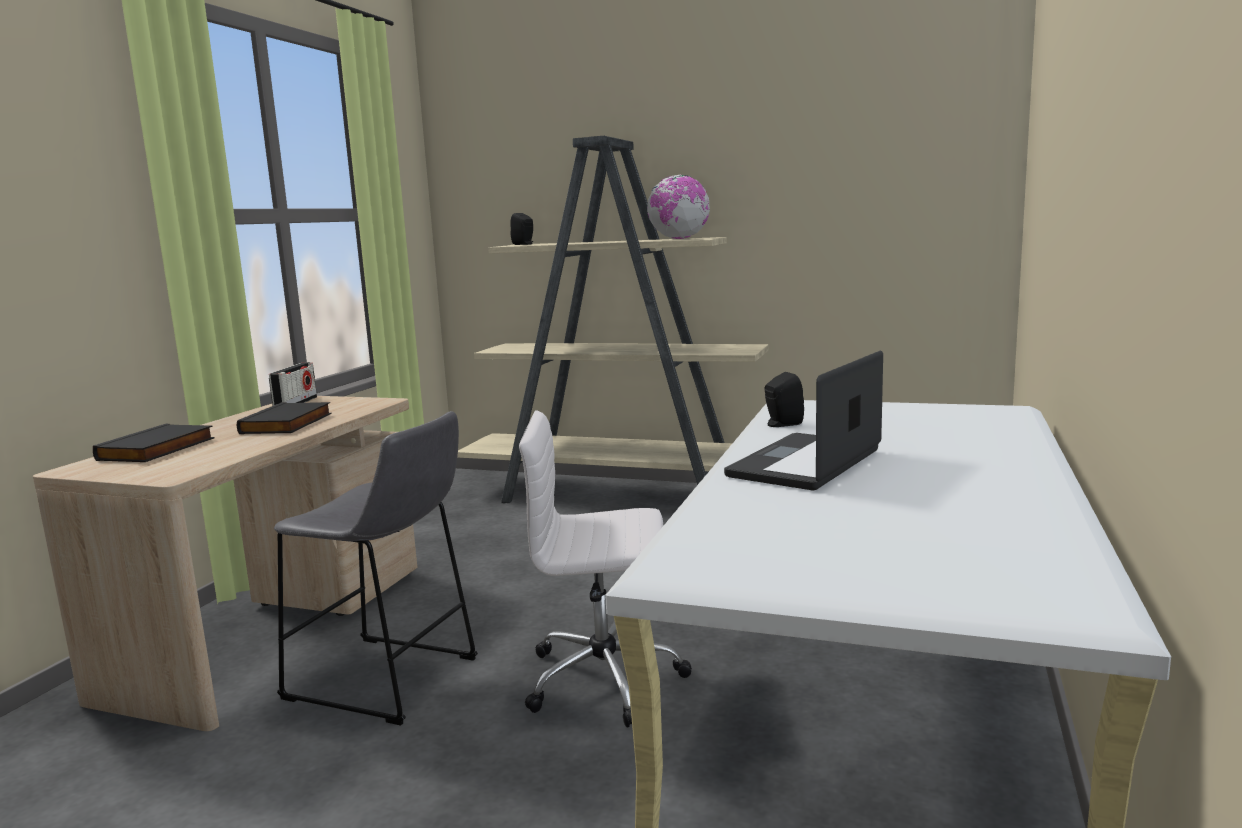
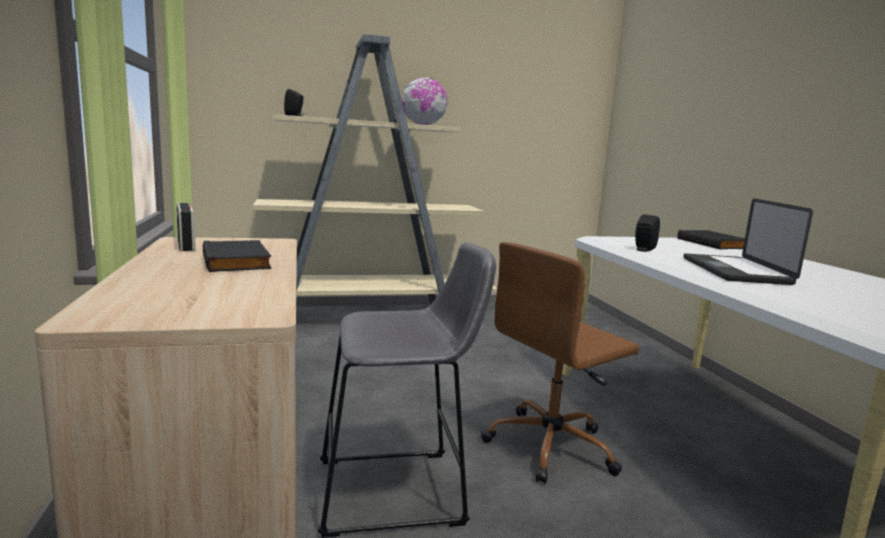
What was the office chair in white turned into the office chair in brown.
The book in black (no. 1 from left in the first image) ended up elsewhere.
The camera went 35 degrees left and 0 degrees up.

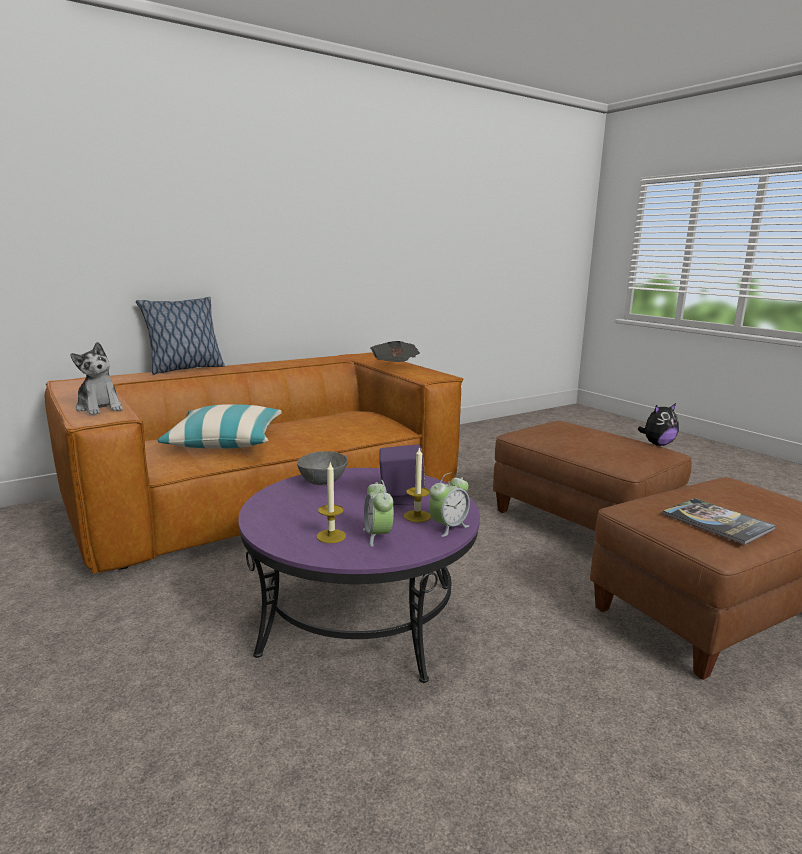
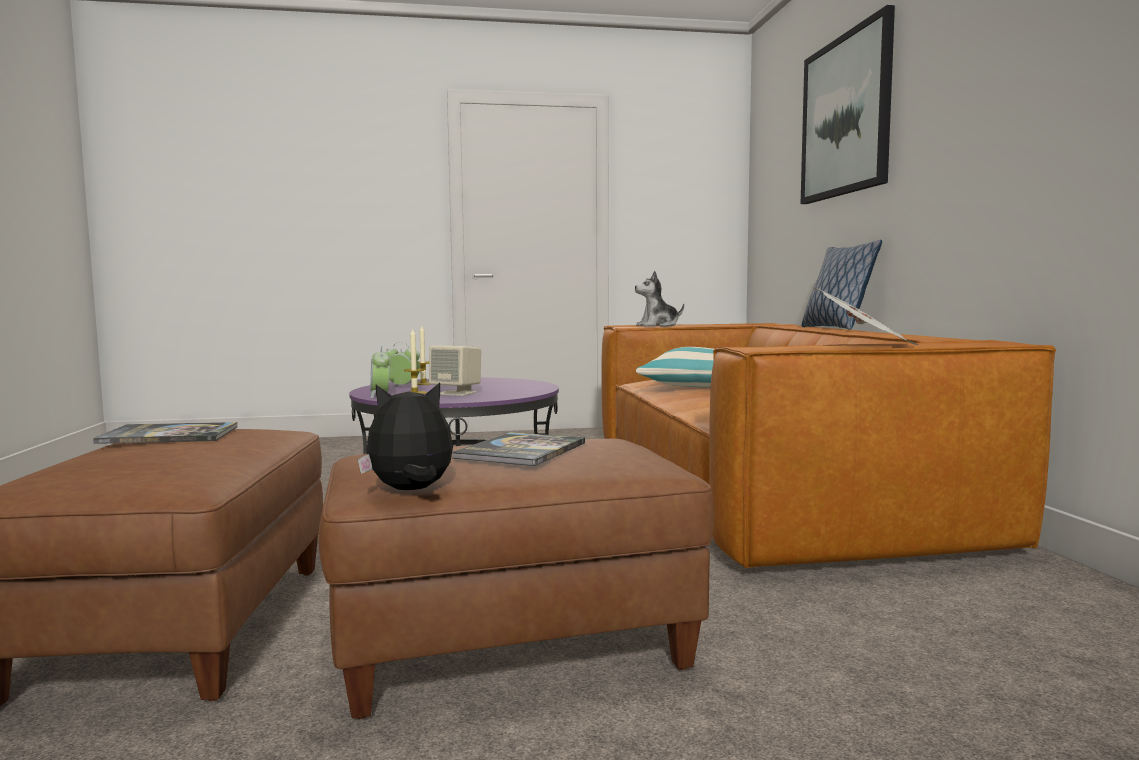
The plush toy (no. 2 from left in the first image) ended up facing another way, 75 degrees clockwise from before.
What was the speaker in purple turned into the speaker in beige.
The second view gained the book (no. 2 from left).
The second view gained the picture.
The second view lost the bowl in grey.
The camera went 115 degrees right and 10 degrees down.

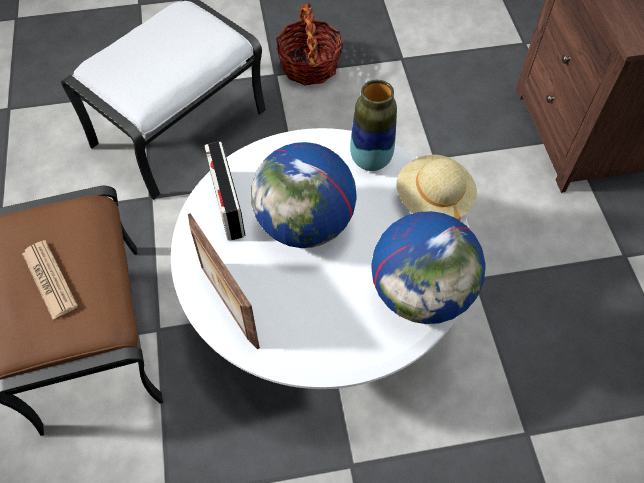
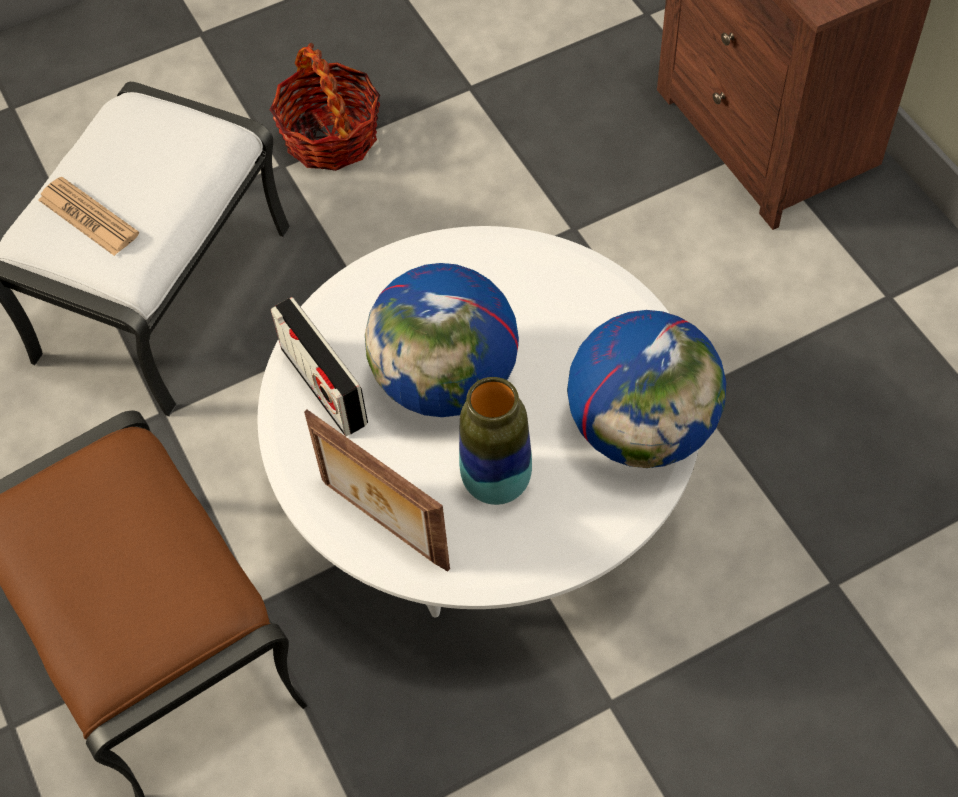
The newspaper ended up elsewhere.
The vase ended up elsewhere.
The second view lost the hat in beige.
The camera went 15 degrees left and 0 degrees up.

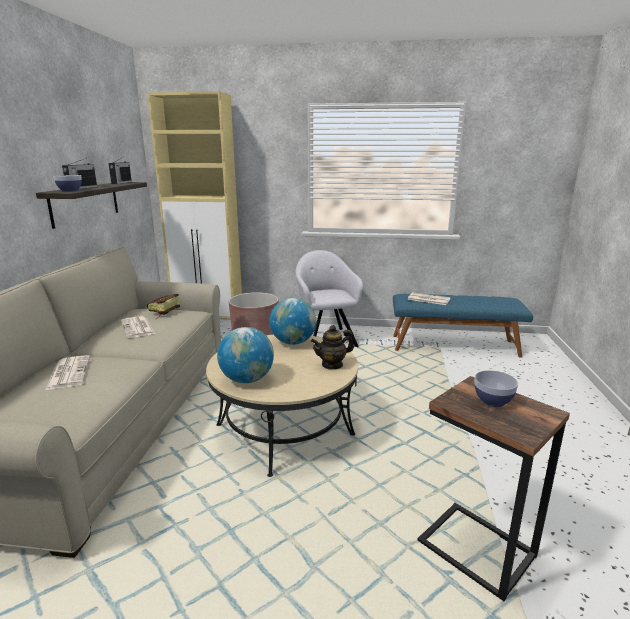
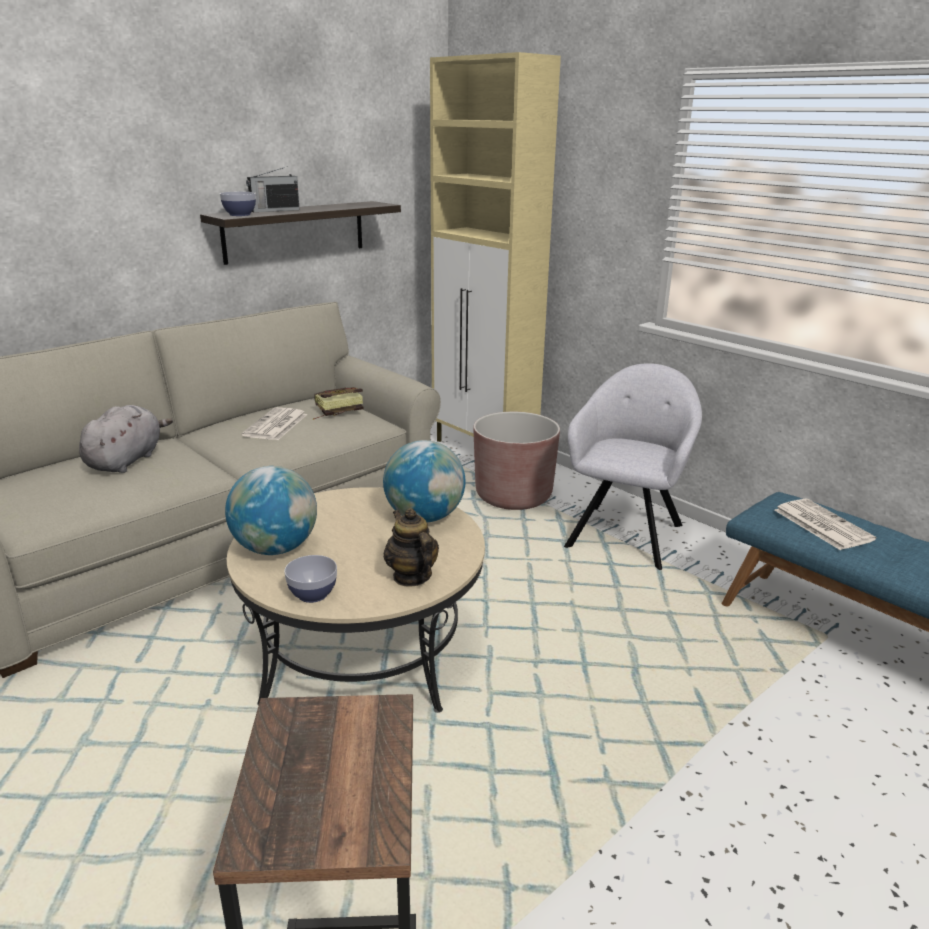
Where the newspaper (no. 1 from left) stood, the plush toy in grey came to stand.
The bowl (no. 2 from left) ended up elsewhere.
The teapot ended up facing another way, 45 degrees clockwise from before.
The second view lost the radio (no. 2 from left).
The camera went 40 degrees right and 5 degrees up.

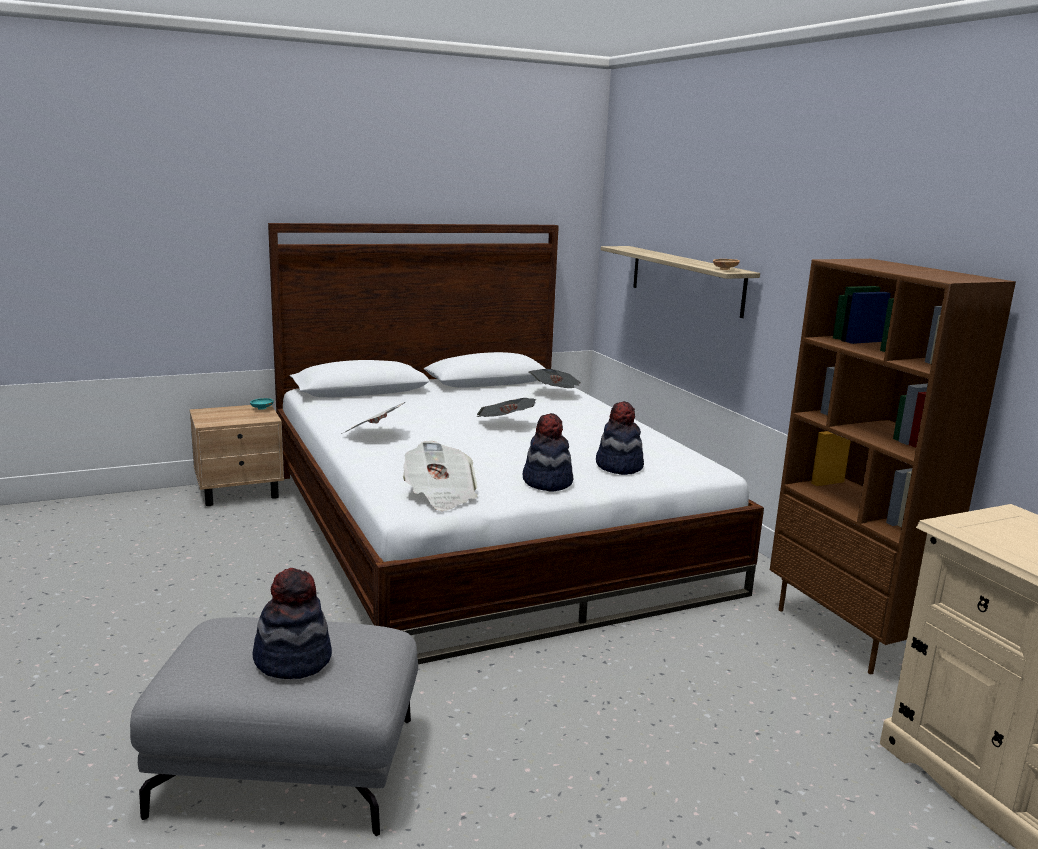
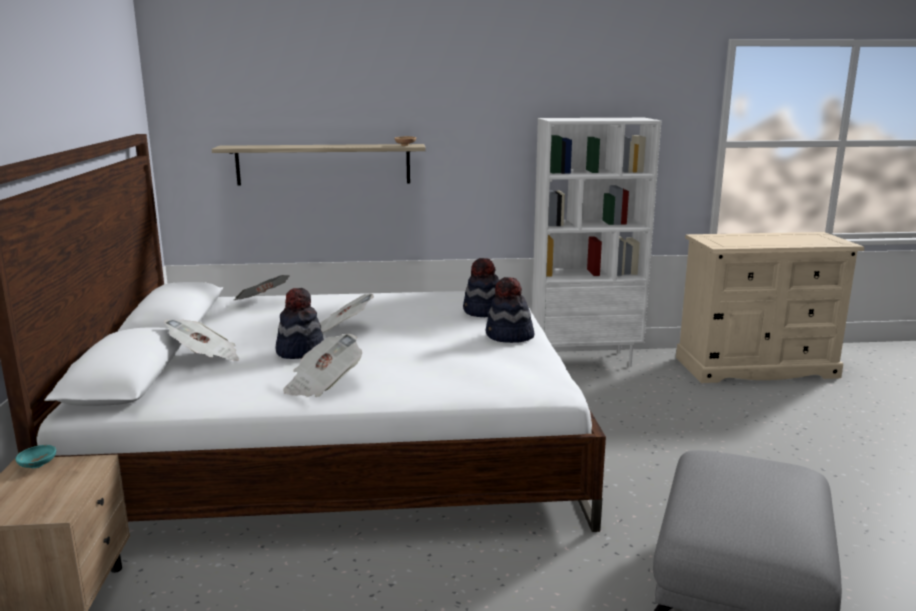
The newspaper (no. 2 from left in the first image) ended up elsewhere.
The hat (no. 1 from left) ended up elsewhere.
What was the bookcase in brown turned into the bookcase in white.
The camera went 70 degrees left and 0 degrees up.

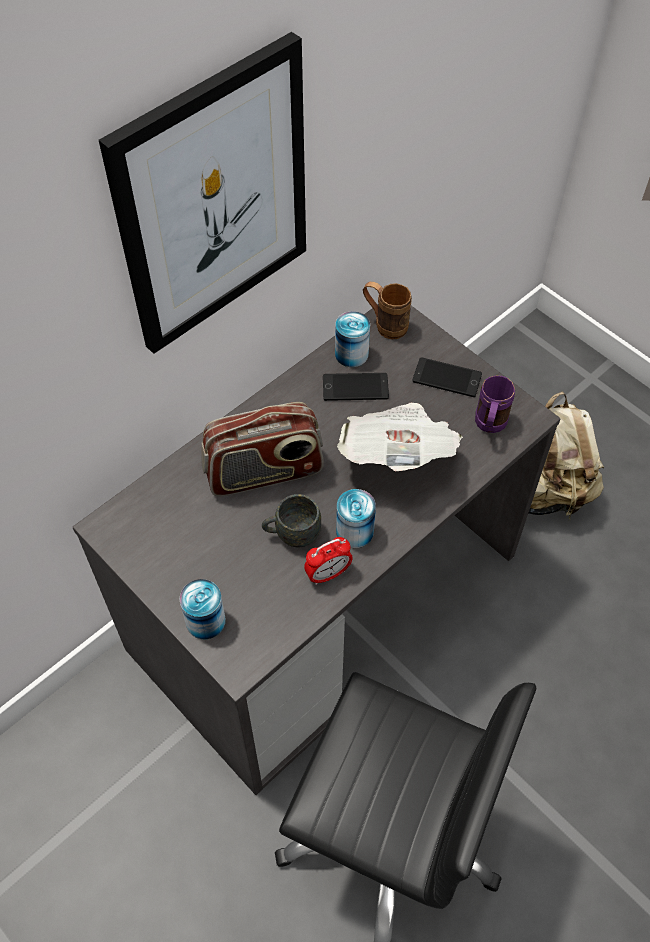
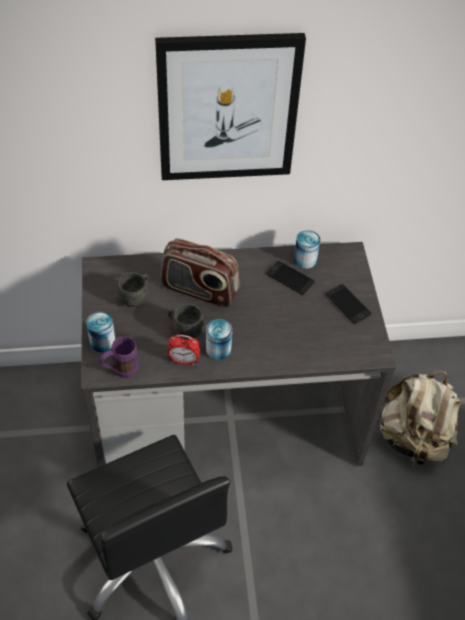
The mug in purple ended up elsewhere.
The second view gained the mug in grey (no. 1 from left).
The second view lost the newspaper.
The second view lost the mug in brown.
The camera went 35 degrees right and 5 degrees down.

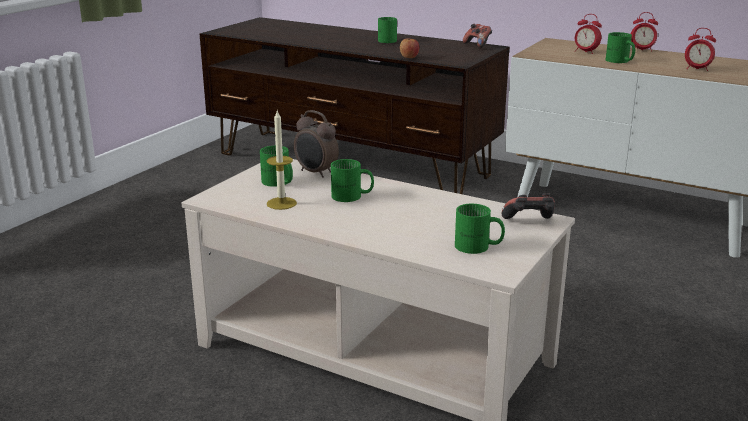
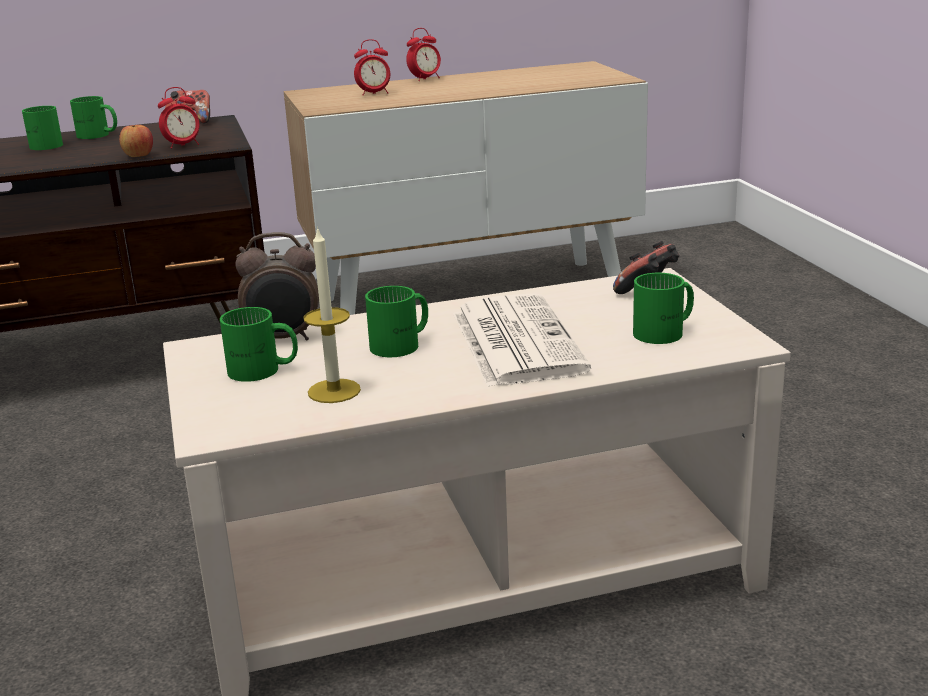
The mug in green (no. 5 from left in the first image) ended up elsewhere.
The alarm clock (no. 4 from left in the first image) ended up elsewhere.
The second view gained the newspaper.
The camera went 45 degrees left and 0 degrees up.

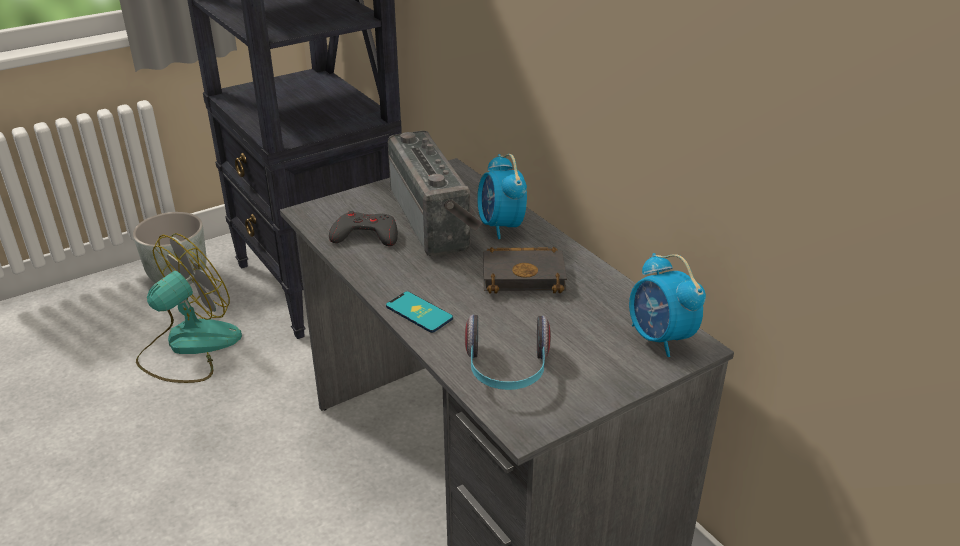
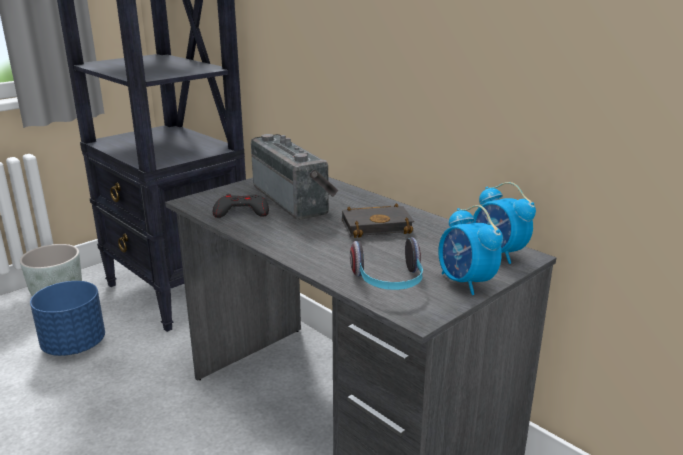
Where the fan stood, the planter in blue came to stand.
The alarm clock (no. 1 from left) ended up elsewhere.
The second view lost the phone.
The camera went 10 degrees left and 10 degrees down.

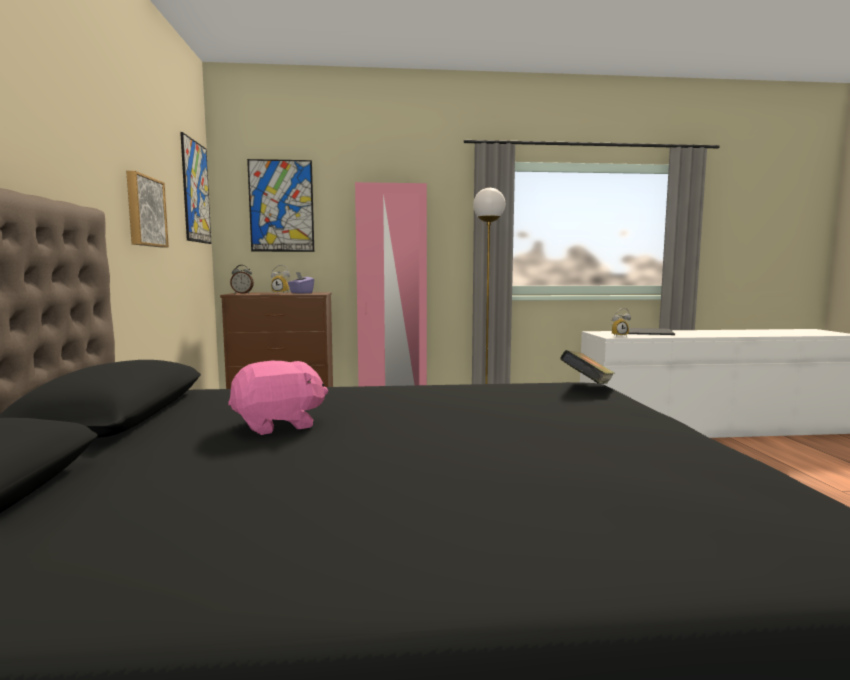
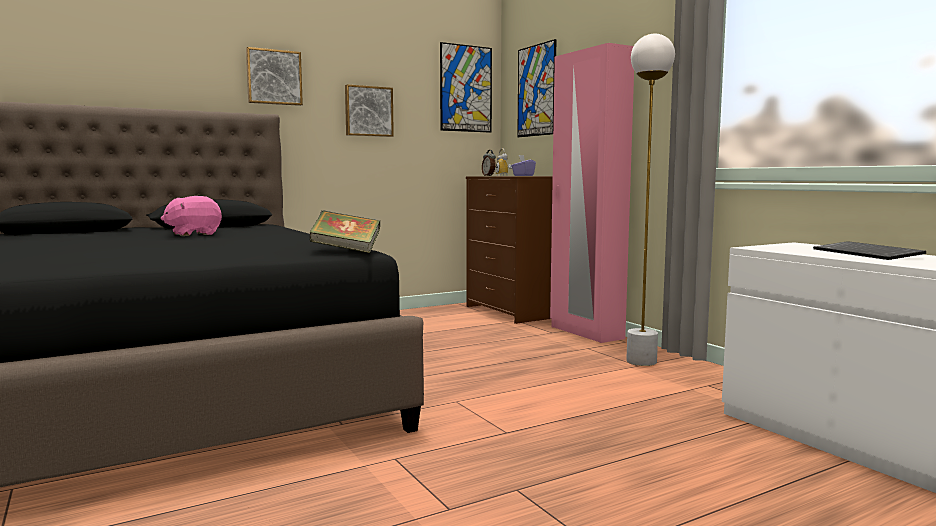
The plush toy in pink ended up facing another way, 105 degrees clockwise from before.
The second view gained the picture (no. 1 from left).
The second view lost the alarm clock (no. 3 from left).
The camera went 65 degrees right and 0 degrees up.

